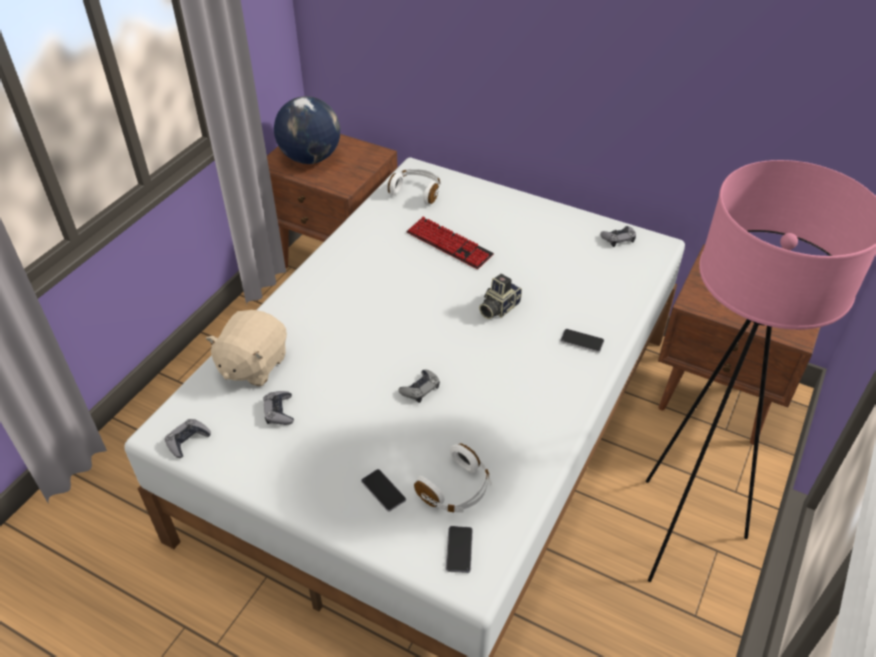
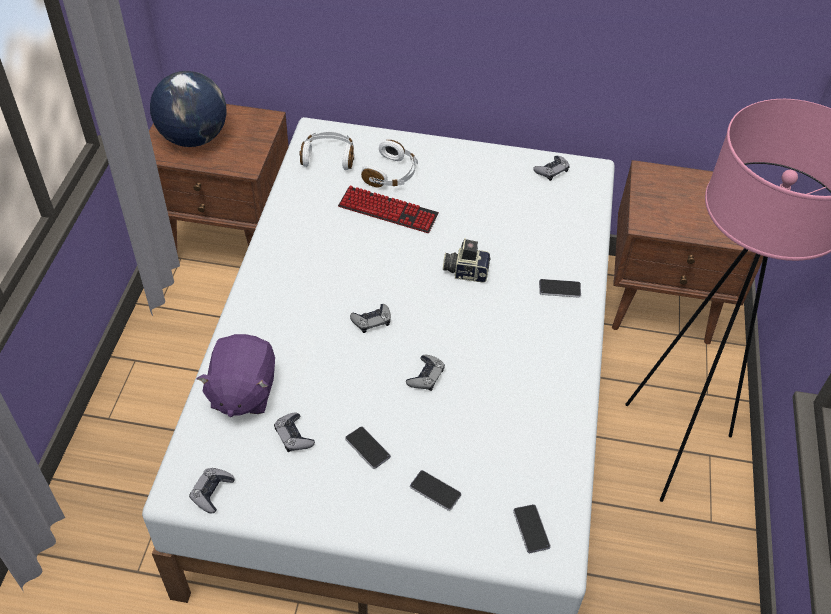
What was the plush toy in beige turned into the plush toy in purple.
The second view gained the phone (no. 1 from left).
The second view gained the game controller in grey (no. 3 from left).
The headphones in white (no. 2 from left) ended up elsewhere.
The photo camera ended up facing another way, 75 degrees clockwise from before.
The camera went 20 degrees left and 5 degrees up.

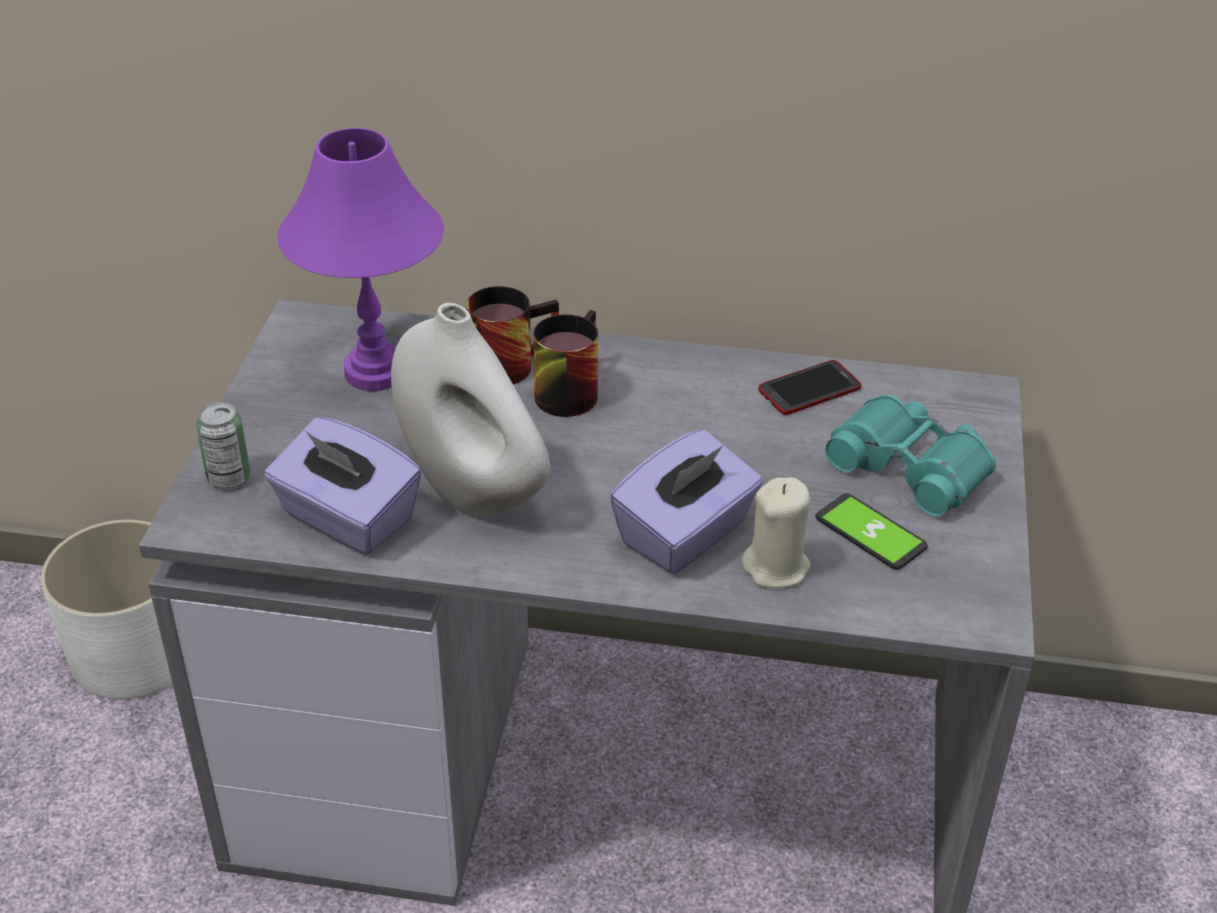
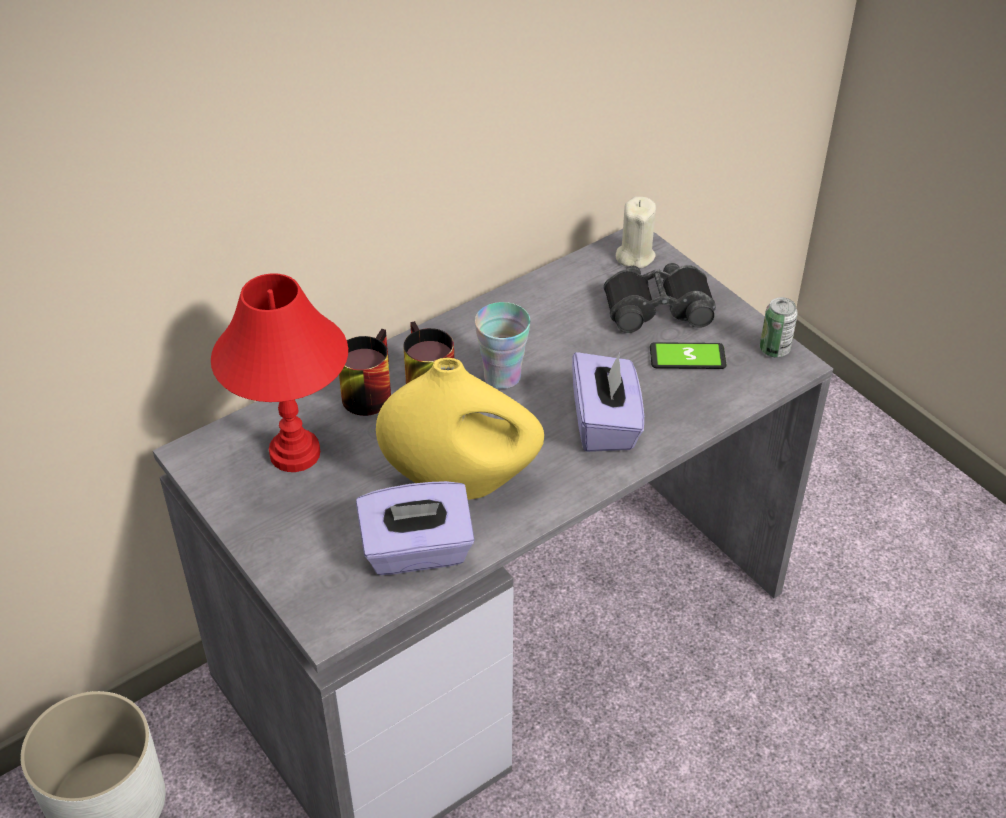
What was the table lamp in purple turned into the table lamp in red.
What was the vase in white turned into the vase in yellow.
The second view gained the cup.
What was the binoculars in turquoise turned into the binoculars in black.
The candle in beige ended up elsewhere.
The can ended up elsewhere.
The second view lost the phone (no. 1 from left).
The camera went 45 degrees left and 5 degrees up.

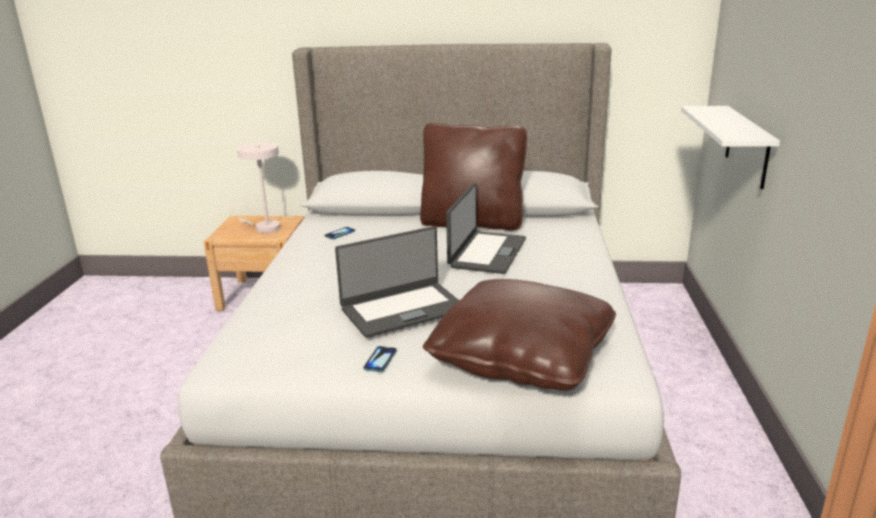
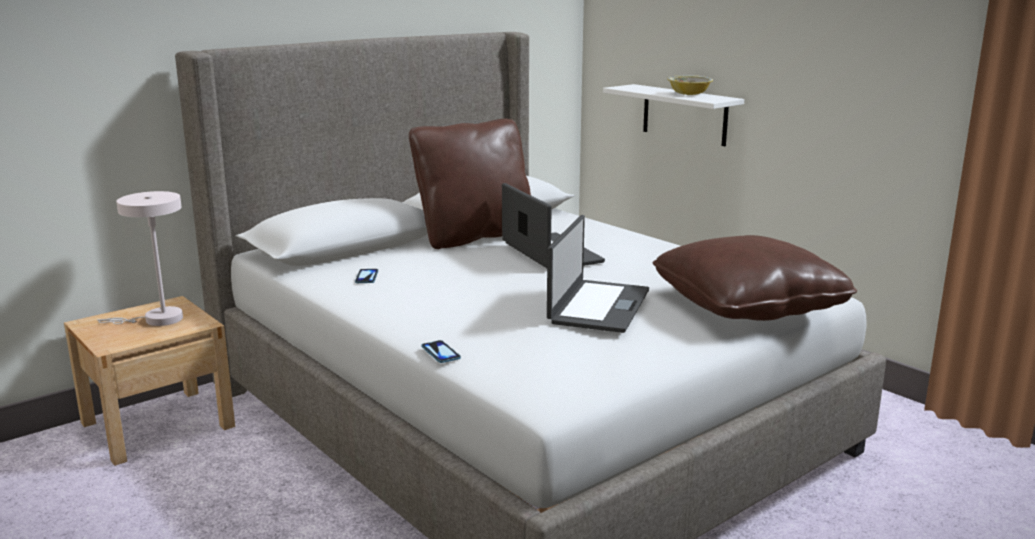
The phone (no. 2 from left) ended up elsewhere.
The second view gained the bowl.
The camera went 45 degrees left and 5 degrees down.

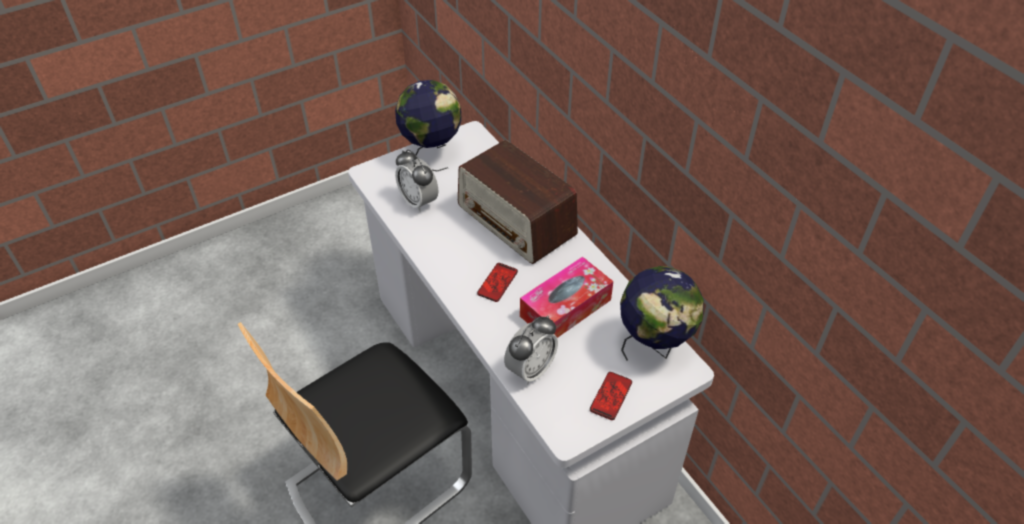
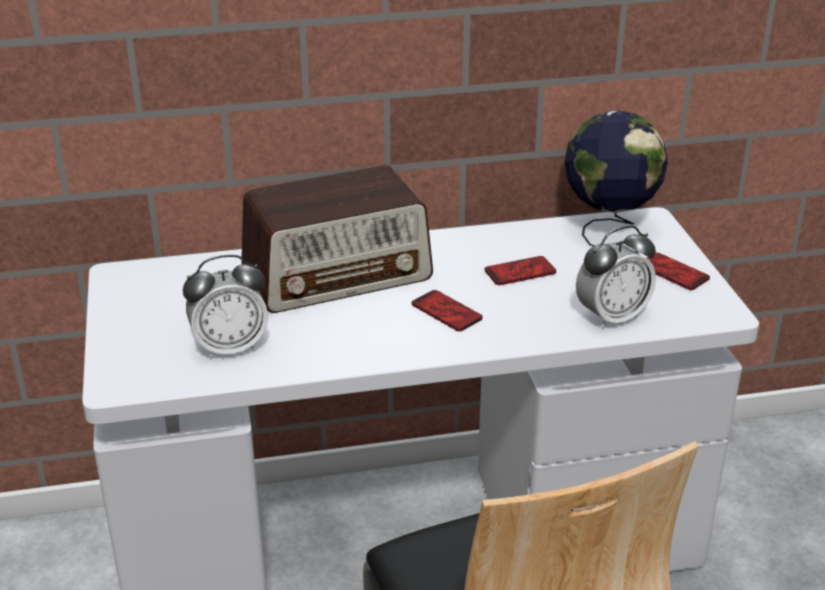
Where the tissue box stood, the phone (no. 2 from left) came to stand.
The alarm clock (no. 2 from left) ended up facing another way, 90 degrees clockwise from before.
The second view lost the globe (no. 1 from left).
The camera went 70 degrees left and 15 degrees down.

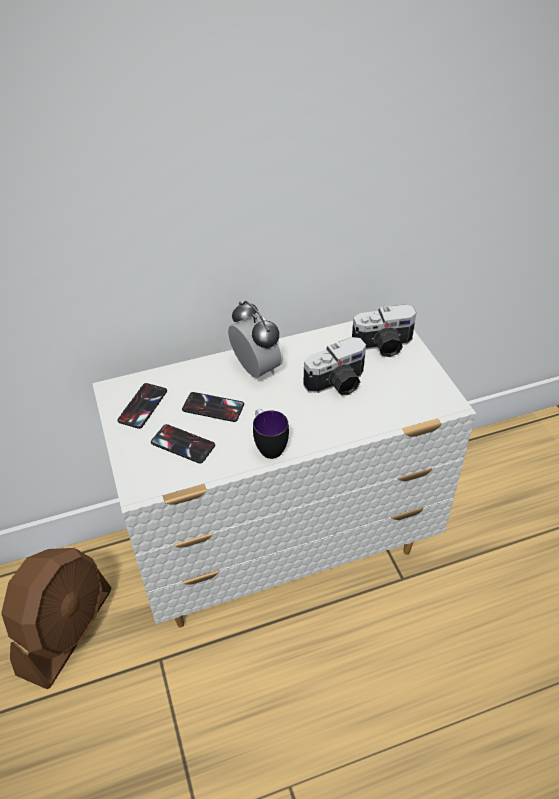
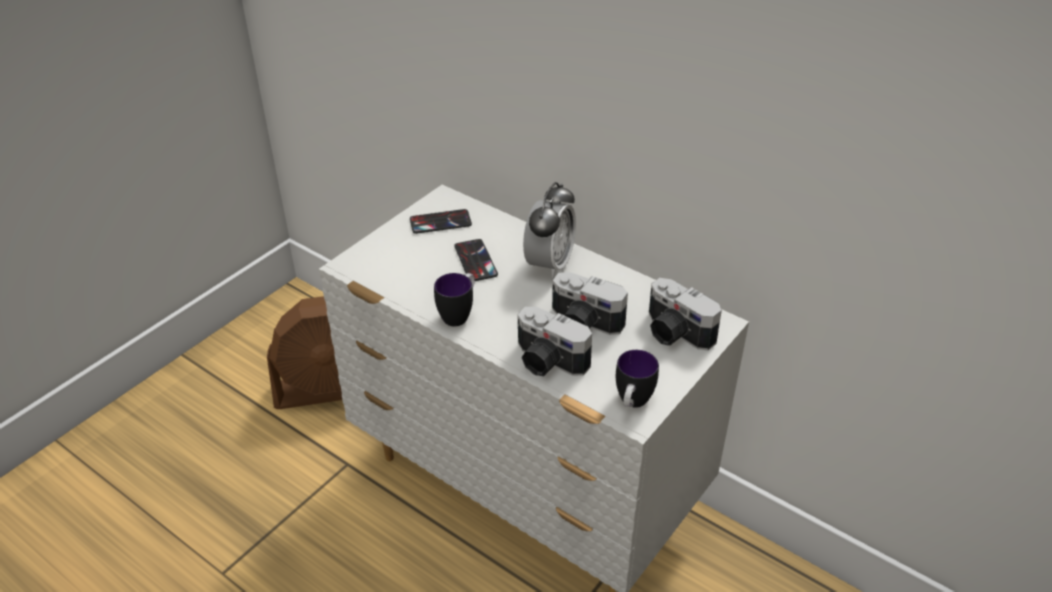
The second view gained the photo camera (no. 1 from left).
The second view gained the mug (no. 2 from left).
The second view lost the phone (no. 2 from left).
The camera went 55 degrees right and 5 degrees down.

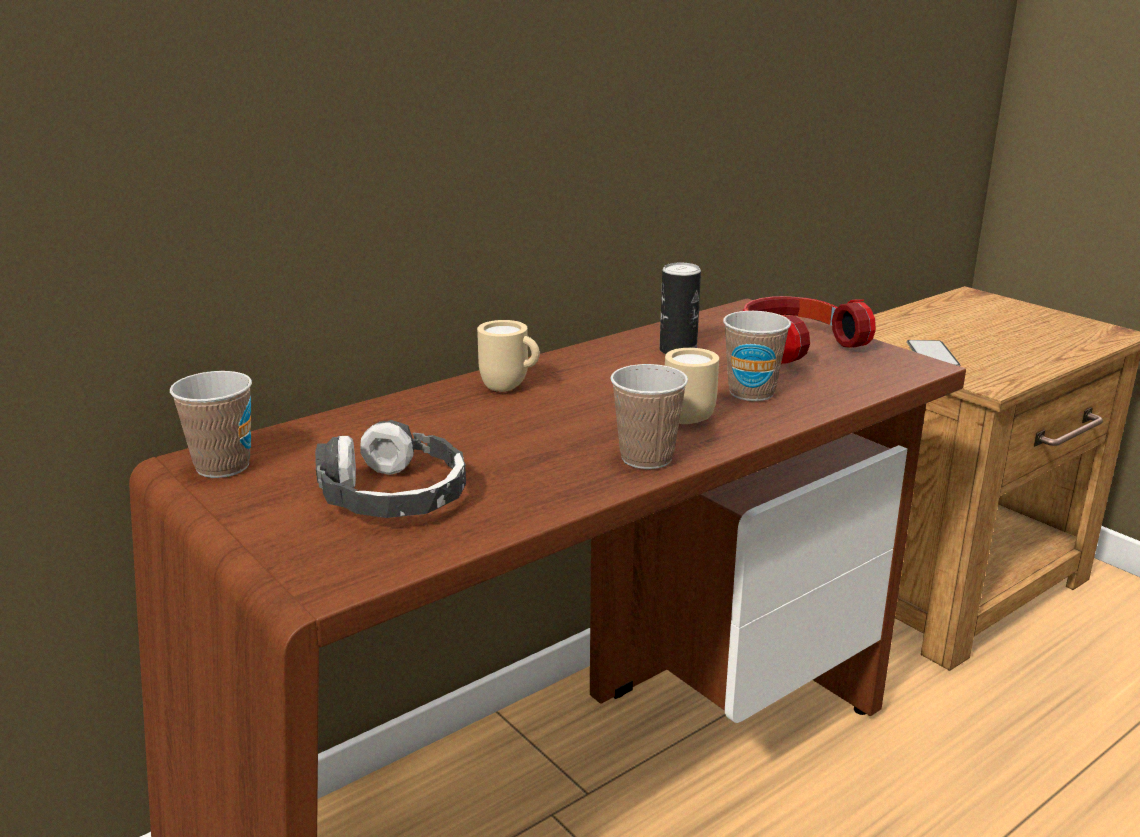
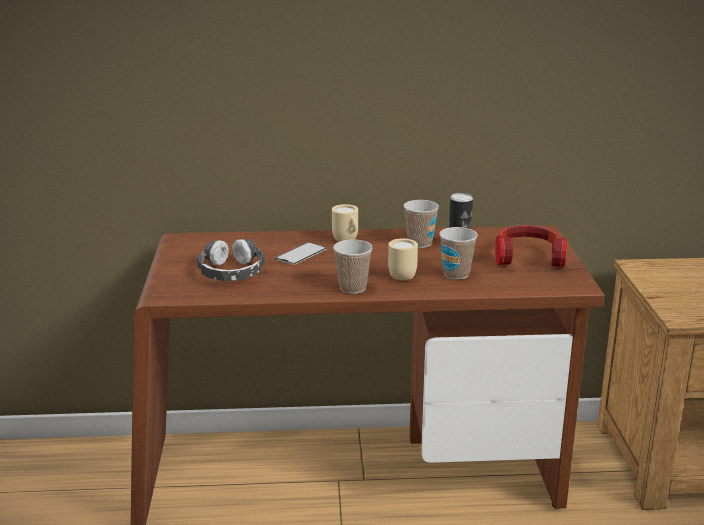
The phone ended up elsewhere.
The cup (no. 1 from left in the first image) ended up elsewhere.
The camera went 35 degrees right and 0 degrees up.

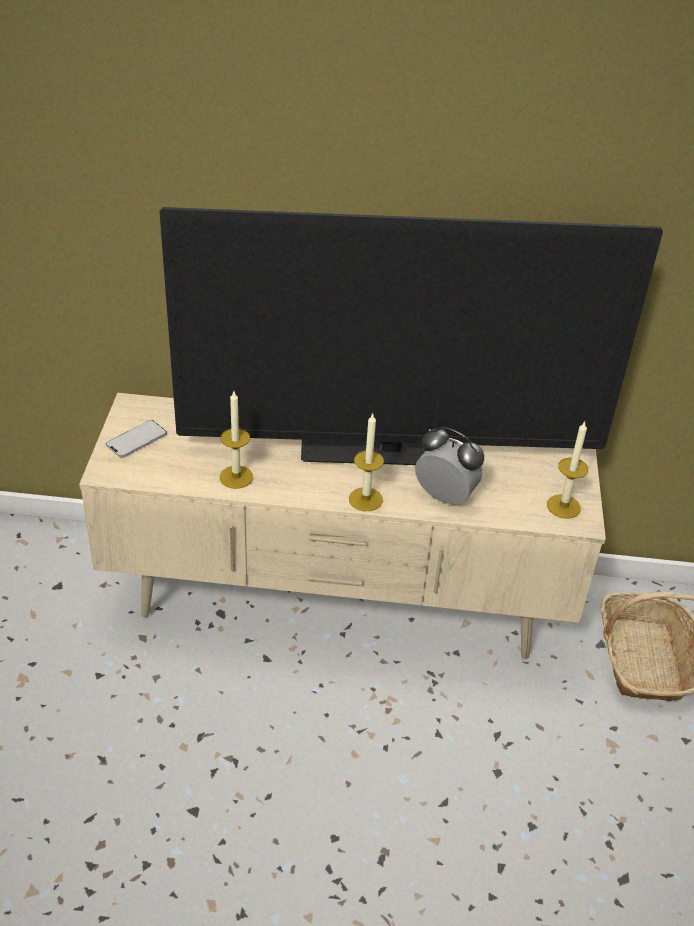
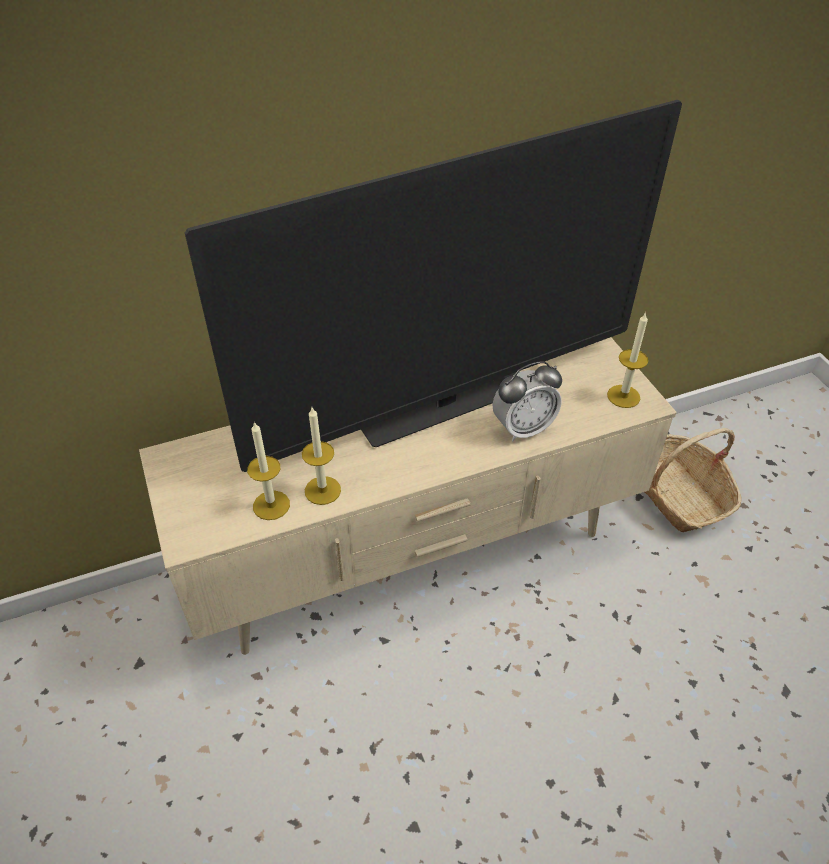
The candle (no. 2 from left in the first image) ended up elsewhere.
The alarm clock ended up facing another way, 150 degrees clockwise from before.
The second view lost the phone.
The camera went 25 degrees left and 5 degrees up.

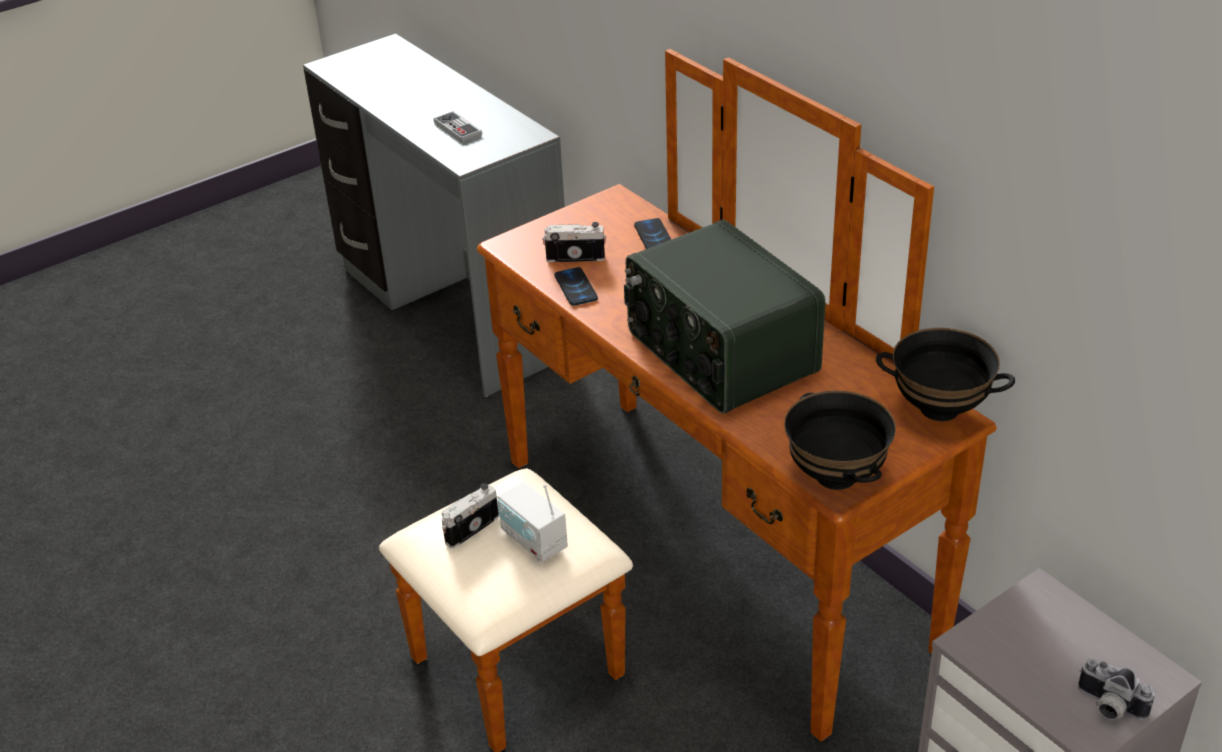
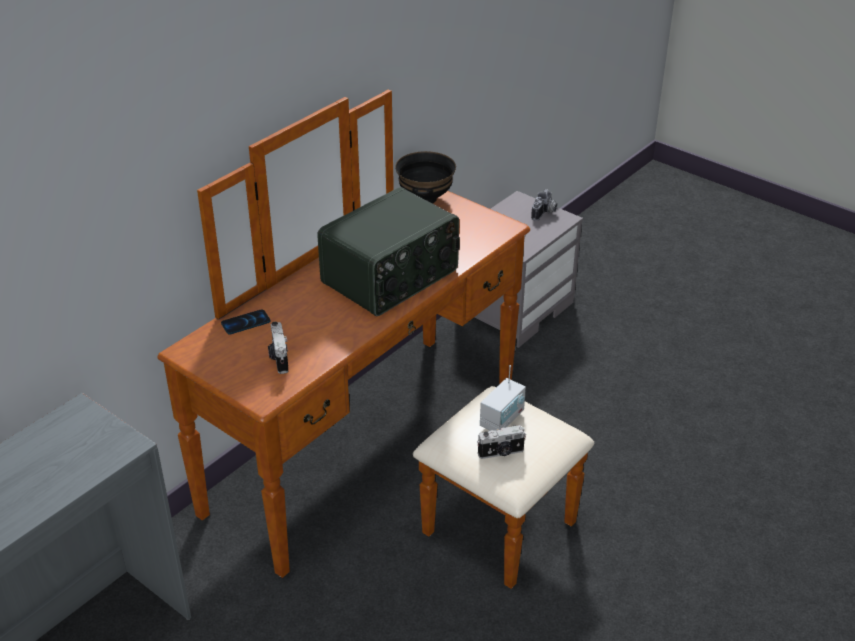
The photo camera (no. 1 from left in the first image) ended up facing another way, 45 degrees counterclockwise from before.
The second view lost the game controller.
The second view lost the phone (no. 1 from left).
The second view lost the bowl in black (no. 1 from left).
The camera went 105 degrees left and 0 degrees up.

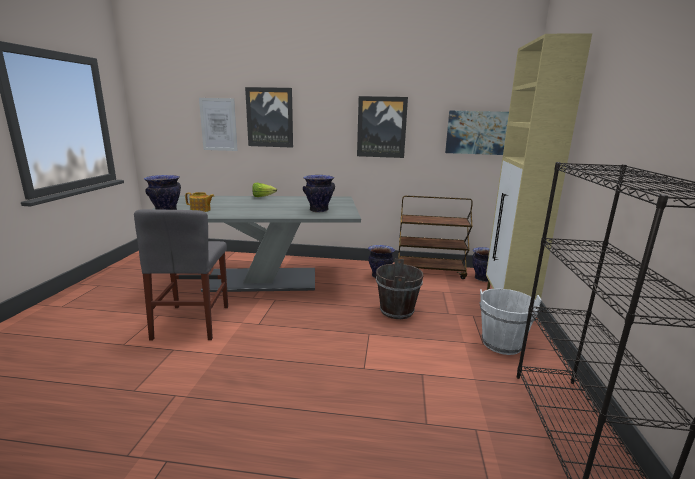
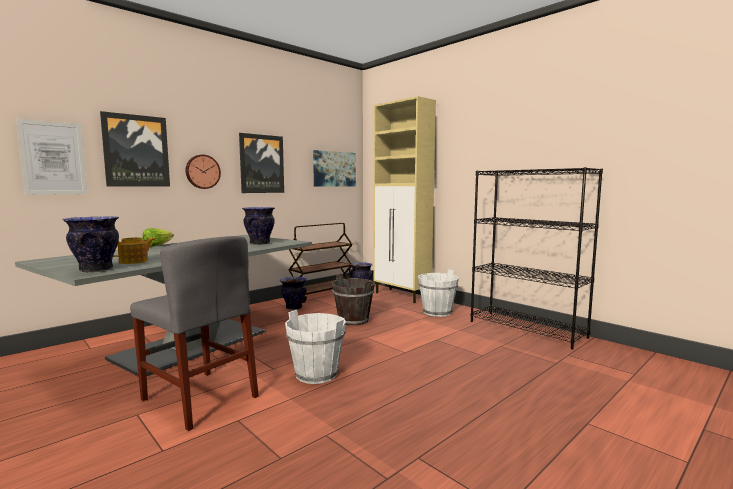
The second view gained the wall clock.
The second view gained the bucket in white (no. 1 from left).
The camera went 50 degrees left and 10 degrees down.

